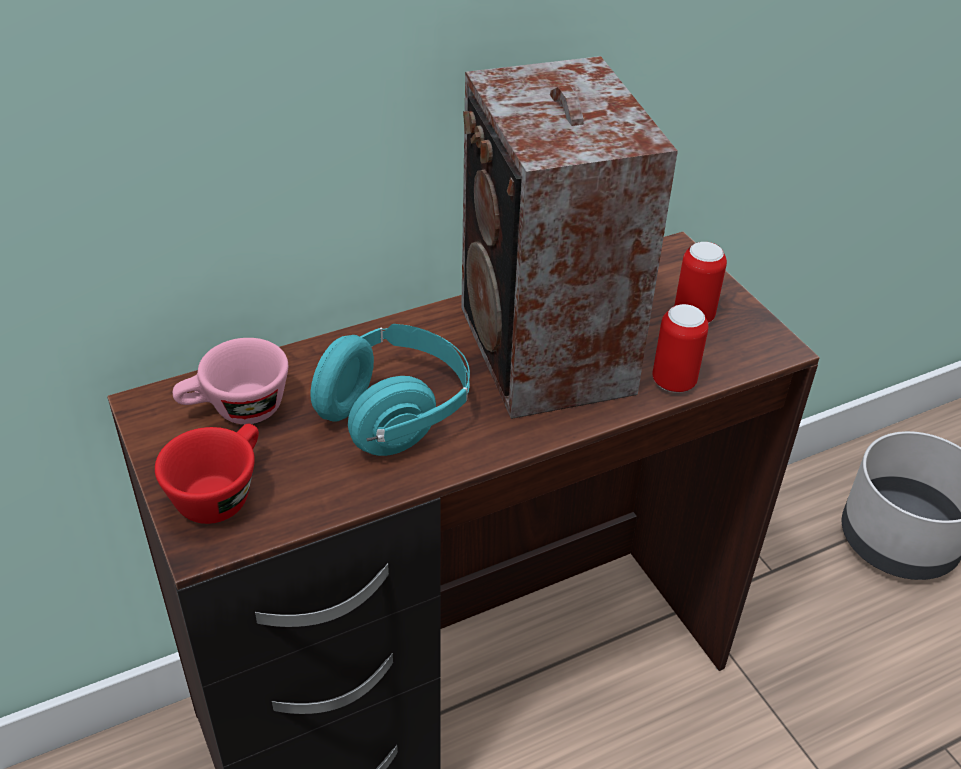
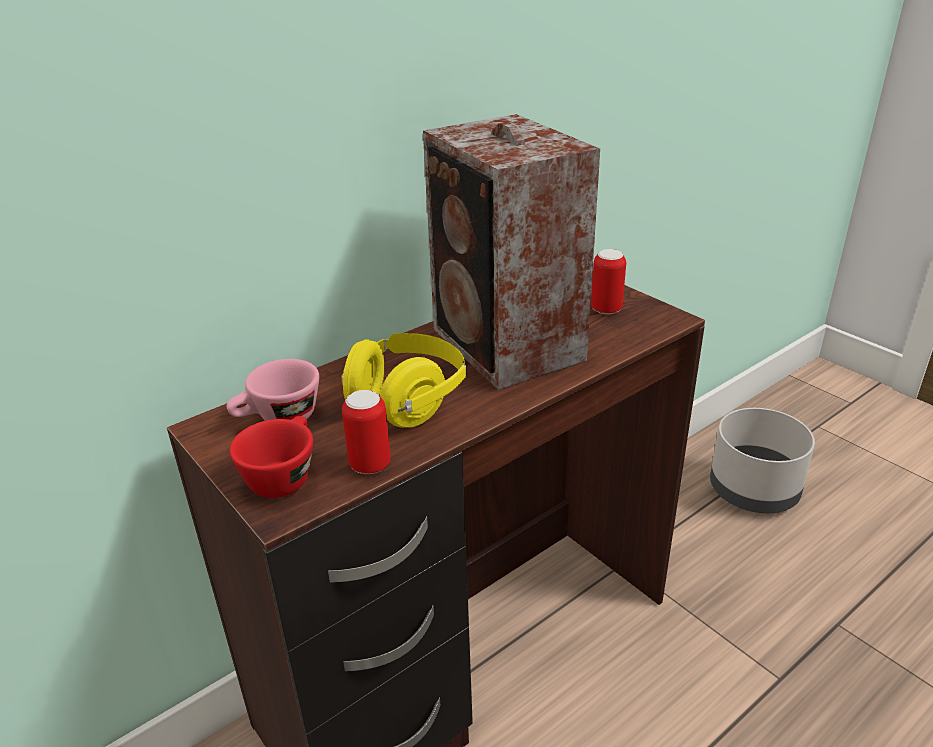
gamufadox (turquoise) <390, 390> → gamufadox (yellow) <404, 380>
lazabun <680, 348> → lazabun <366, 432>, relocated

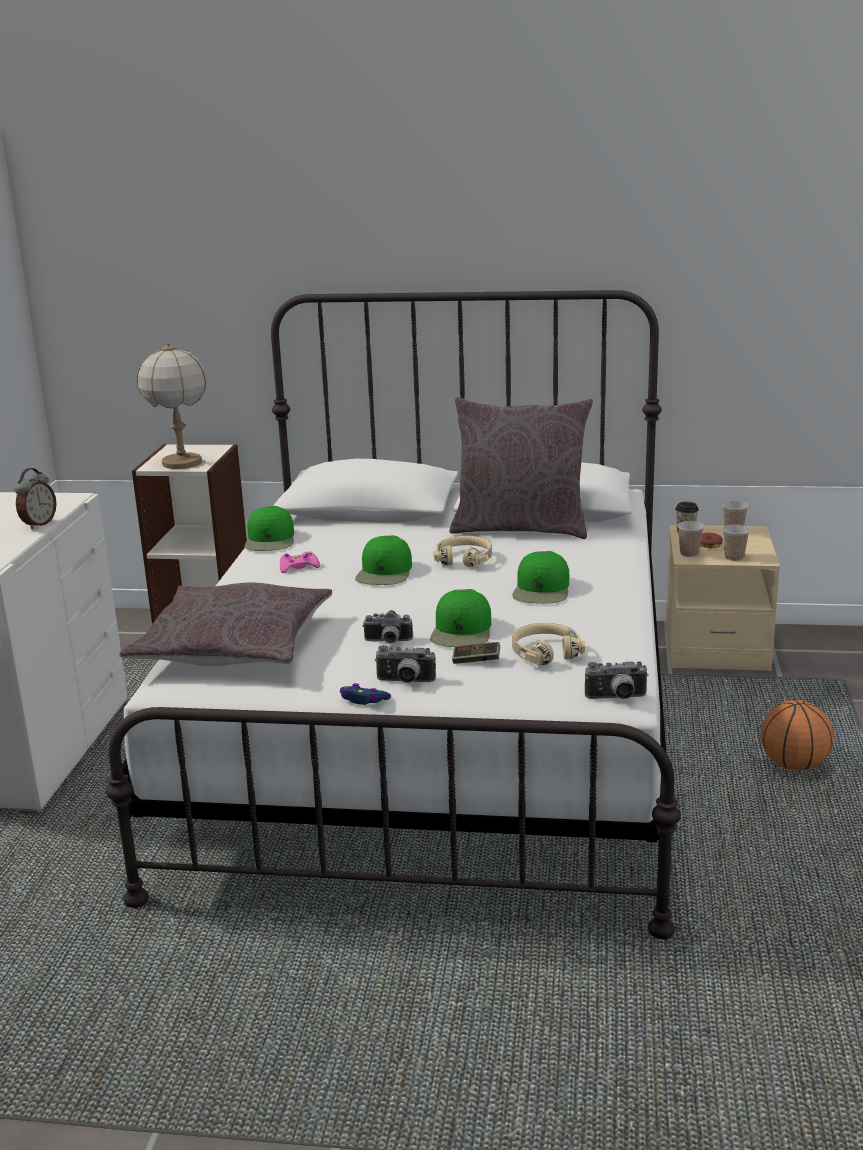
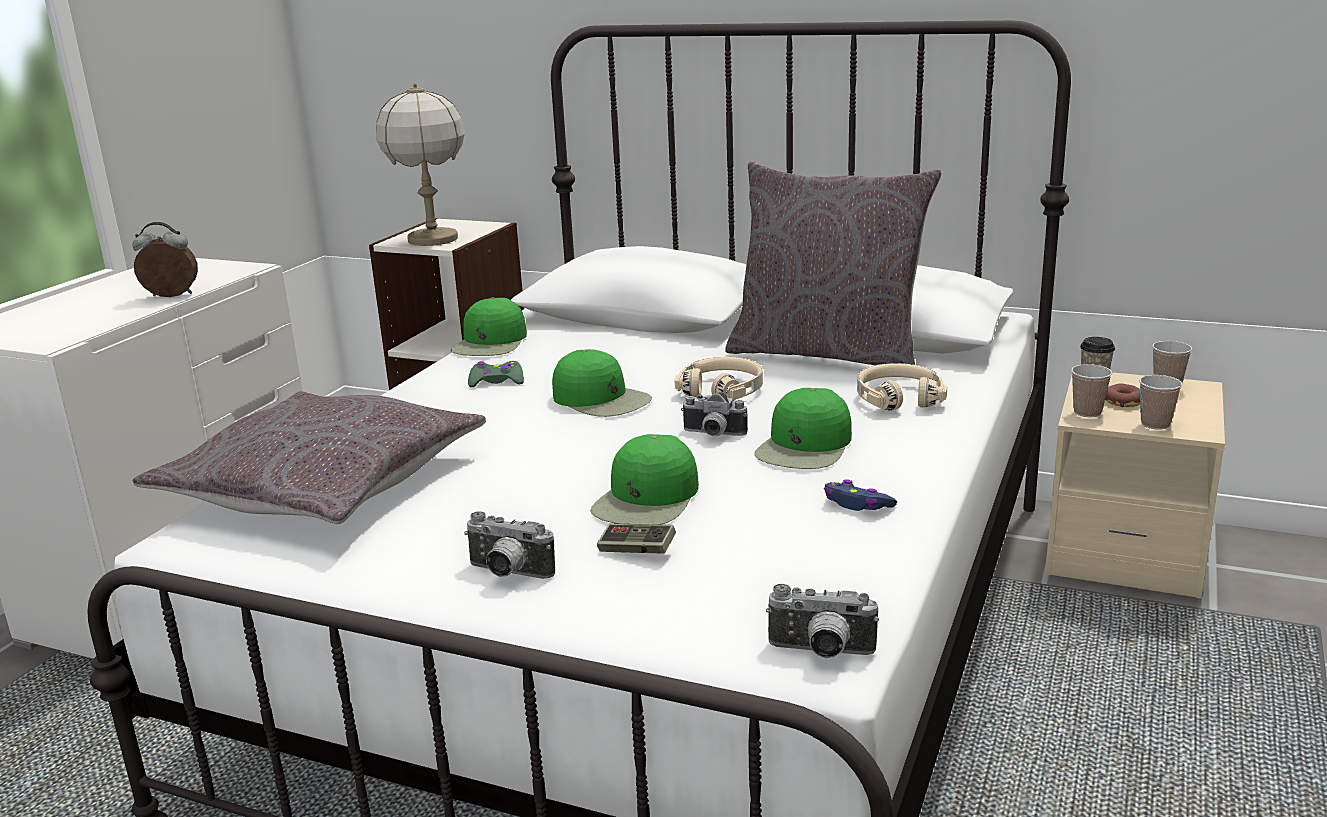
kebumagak <35, 498> → kebumagak <165, 259>, 135 degrees counterclockwise
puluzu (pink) <300, 562> → puluzu (green) <496, 374>
puluzu (blue) <365, 694> → puluzu (blue) <860, 495>, relocated
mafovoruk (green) <383, 560> → mafovoruk (green) <602, 383>, 75 degrees counterclockwise
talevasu <387, 626> → talevasu <714, 414>, relocated
gamufadox (beige) <548, 644> → gamufadox (beige) <902, 386>, relocated
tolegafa <797, 735> → -

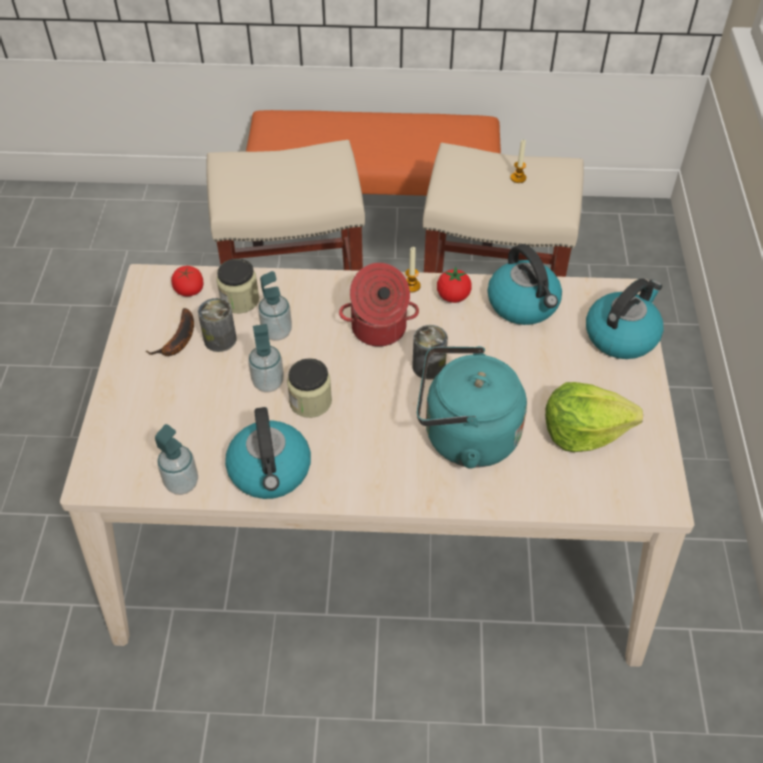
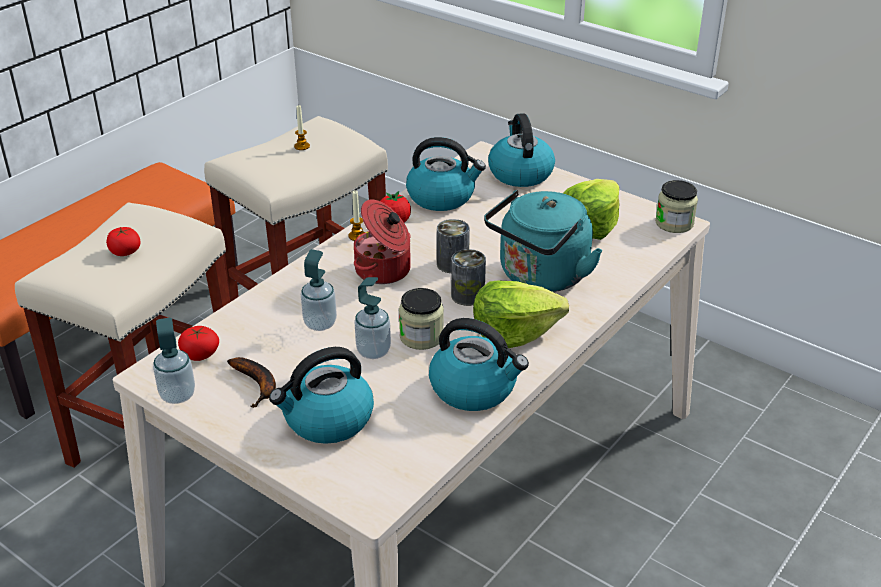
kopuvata <176, 459> → kopuvata <174, 361>, relocated
lazabun <217, 325> → lazabun <468, 277>, relocated
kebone <237, 285> → kebone <676, 206>, relocated
- → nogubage <123, 241>
- → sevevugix <321, 395>
- → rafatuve <521, 314>

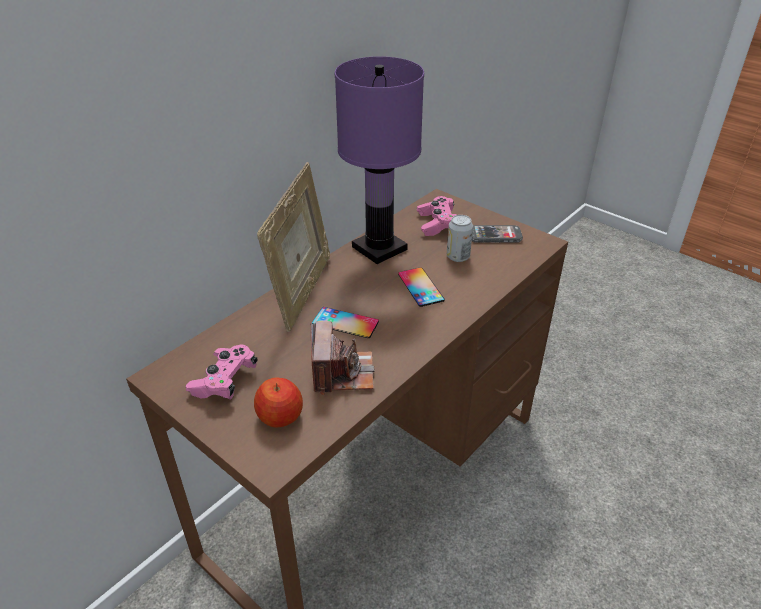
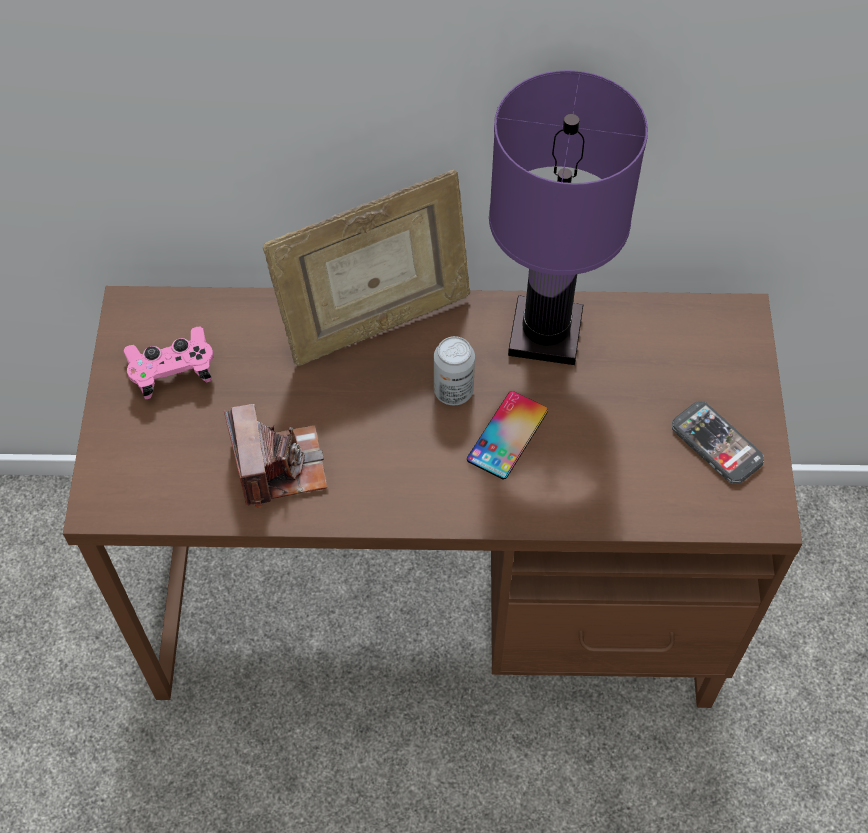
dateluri <278, 402> → -
talevasu <342, 358> → talevasu <275, 456>, 60 degrees counterclockwise
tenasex <345, 322> → -
puluzu (pink) <437, 216> → -
lazabun <460, 238> → lazabun <454, 370>, relocated

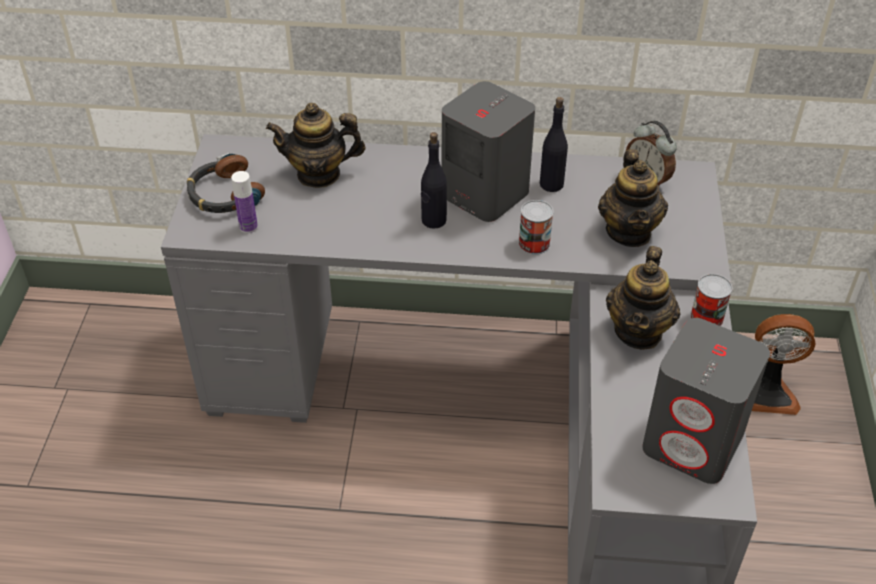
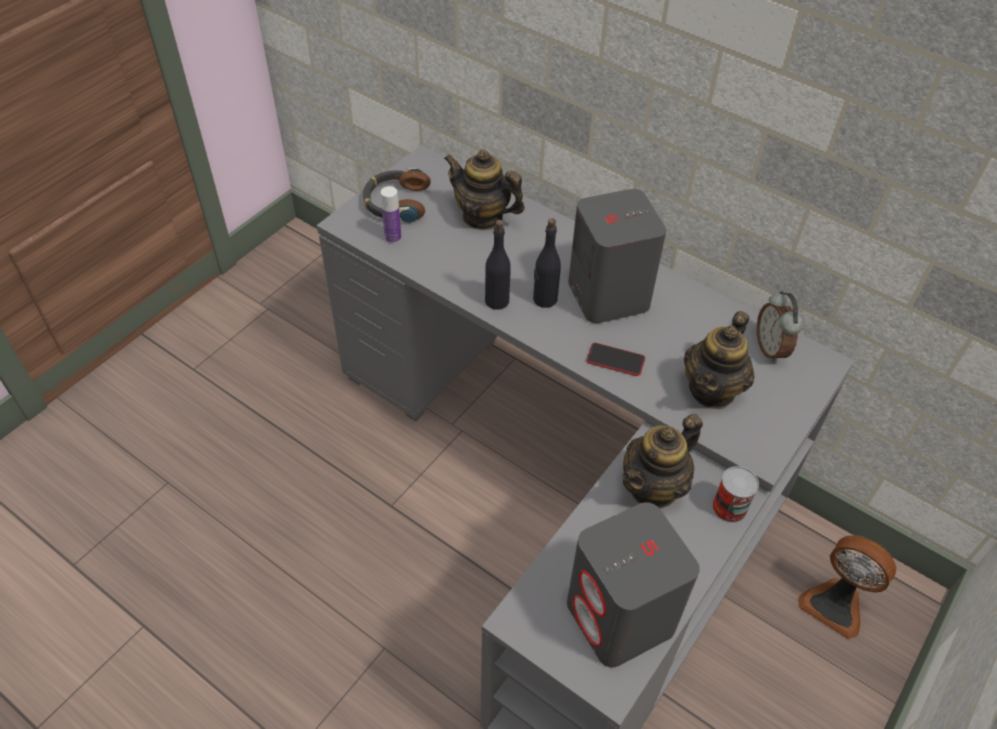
lazabun <536, 227> → tenasex <615, 359>
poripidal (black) <554, 144> → poripidal (black) <498, 265>, relocated

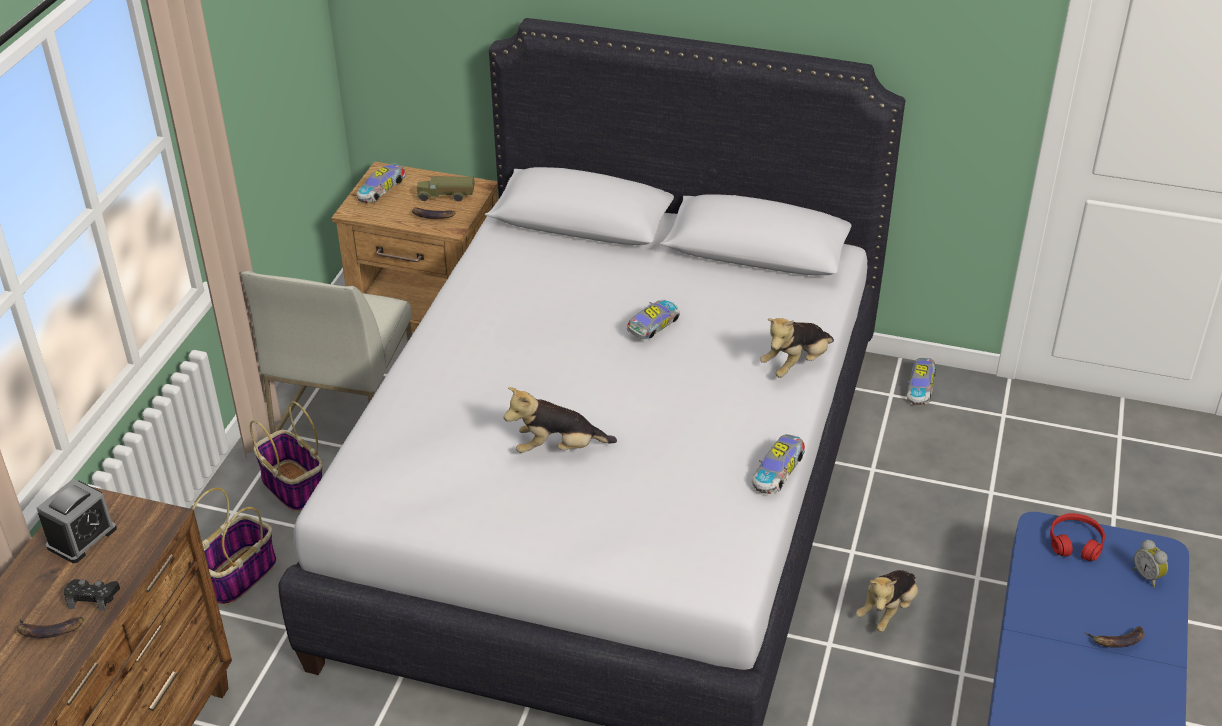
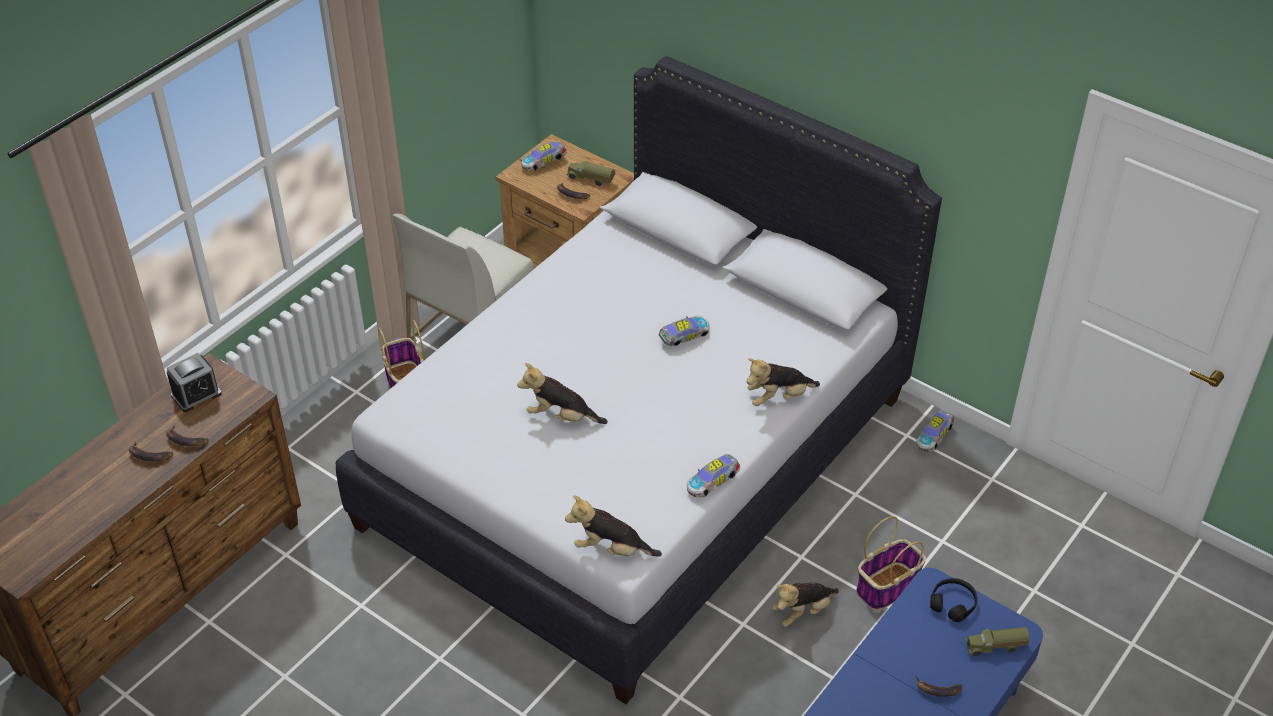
puluzu (black) <92, 595> → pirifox <187, 435>
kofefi <234, 547> → kofefi <891, 563>, relocated
gamufadox (red) <1077, 537> → gamufadox (black) <953, 600>
kebumagak <1151, 563> → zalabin <997, 641>
- → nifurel <613, 526>

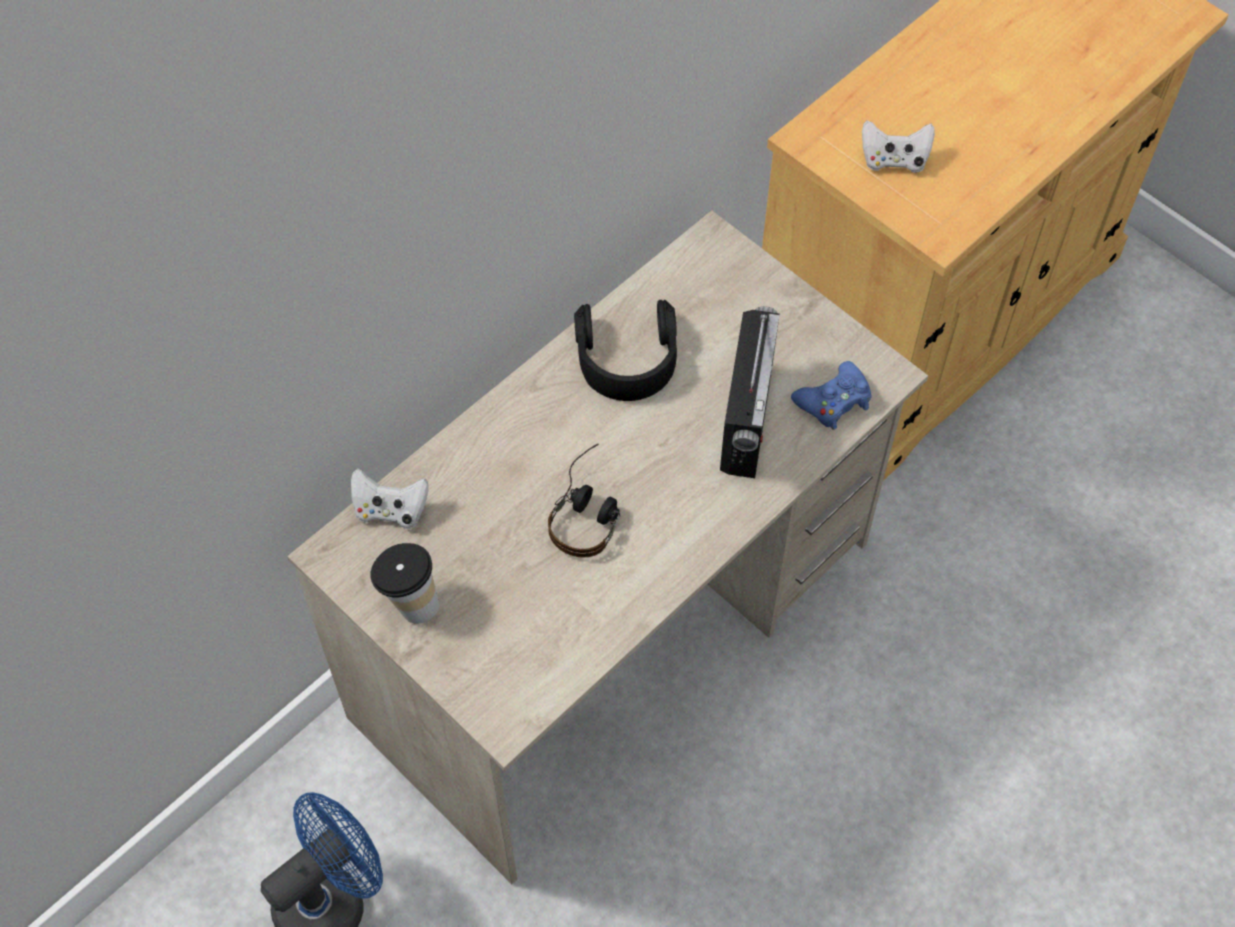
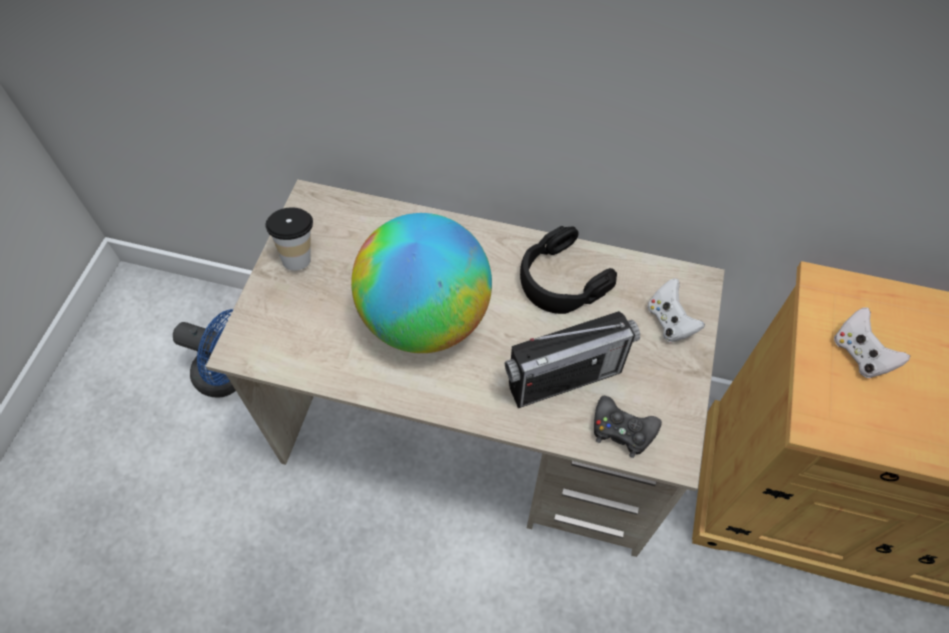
puluzu (white) <389, 498> → puluzu (white) <676, 310>, relocated
gamufadox <584, 500> → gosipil <421, 283>
puluzu (blue) <831, 395> → puluzu (black) <628, 427>

